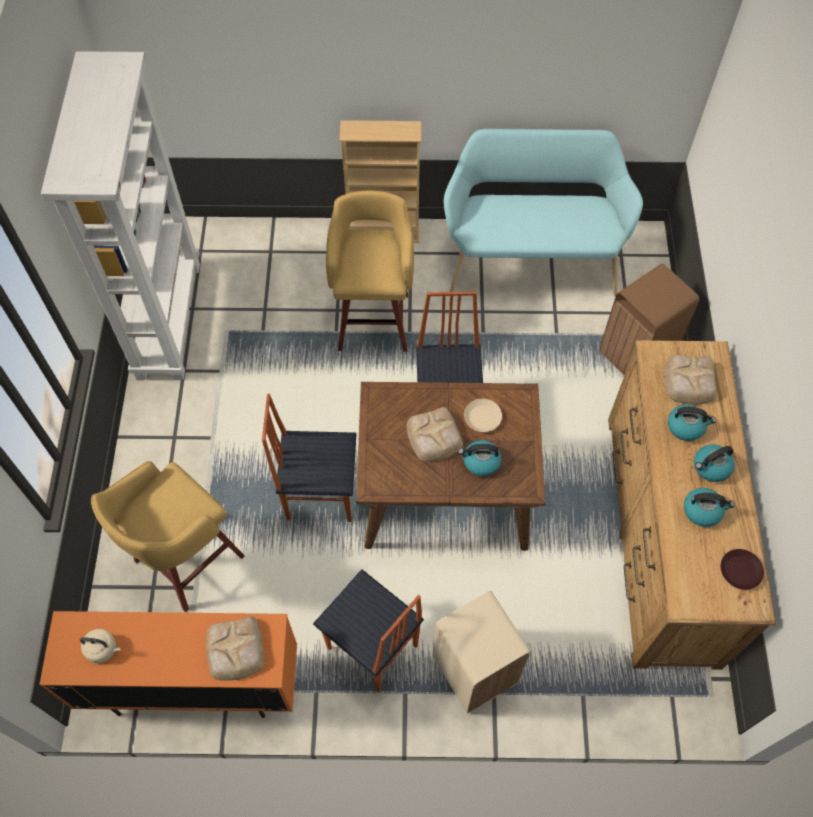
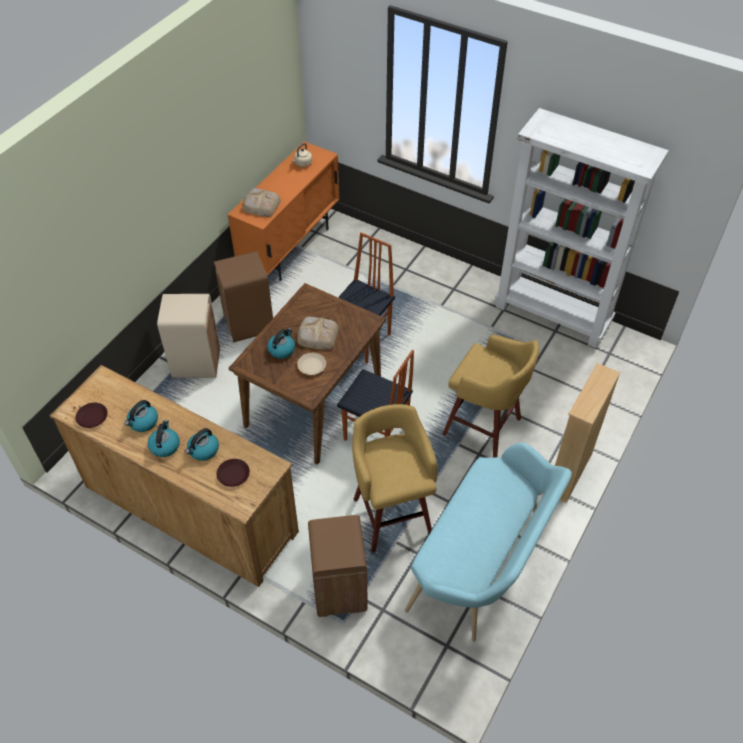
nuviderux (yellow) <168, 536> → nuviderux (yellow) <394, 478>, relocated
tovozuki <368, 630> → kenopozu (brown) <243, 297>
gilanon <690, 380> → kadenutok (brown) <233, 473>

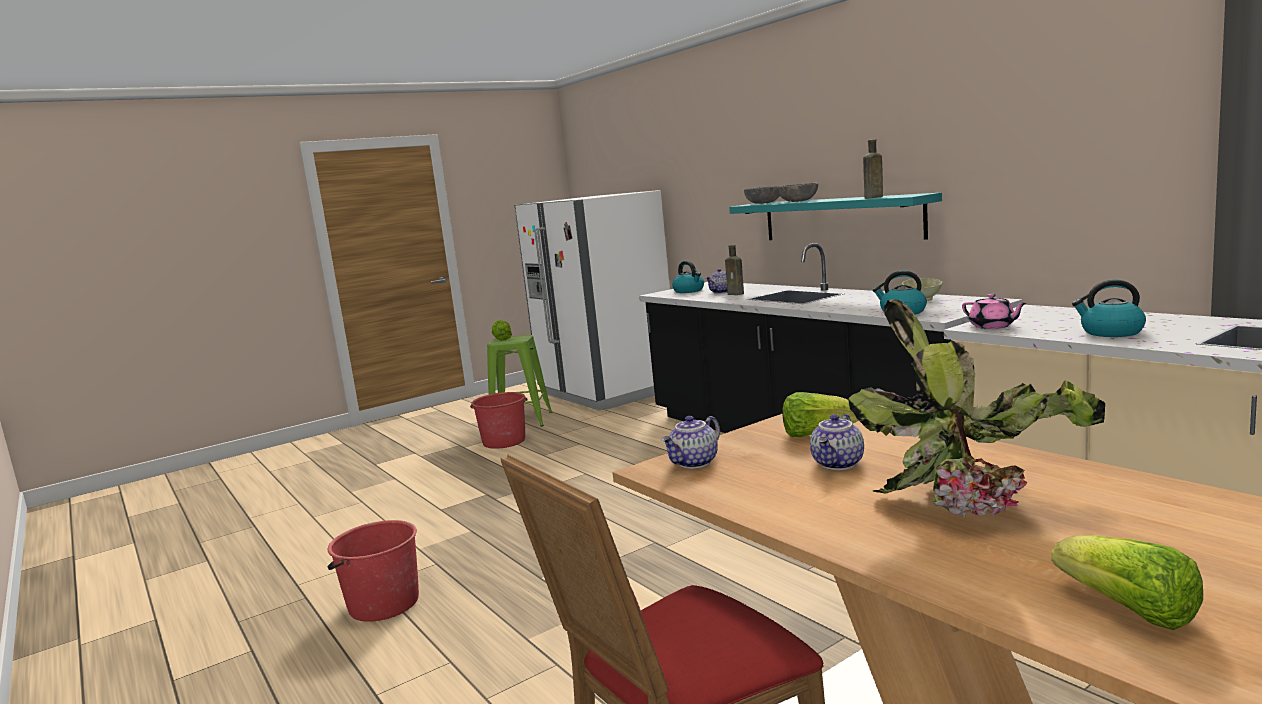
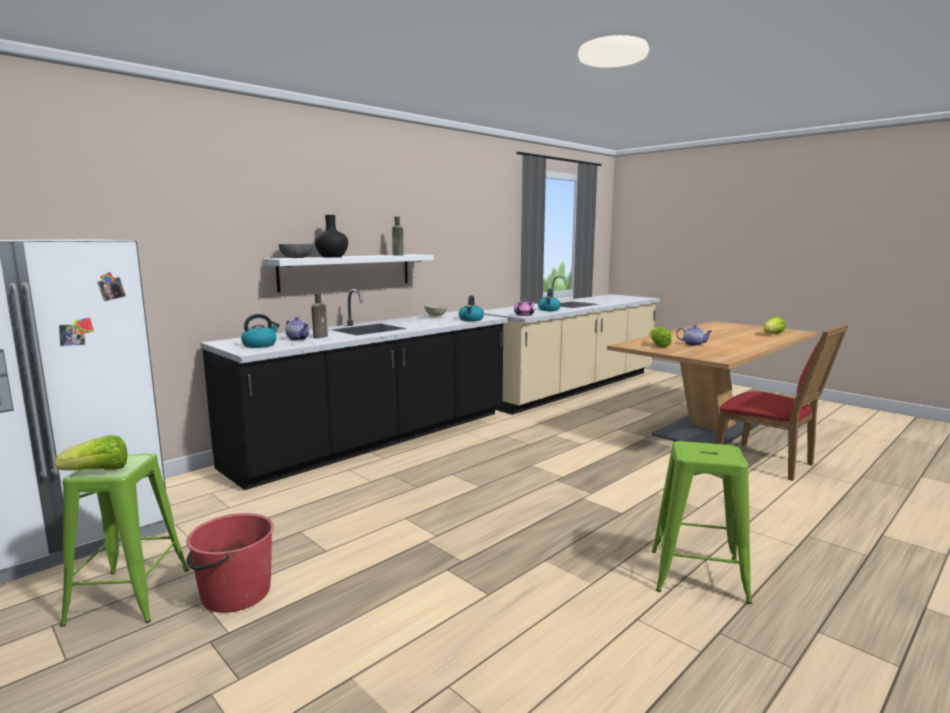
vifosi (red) <373, 571> → nuviderux (green) <702, 522>
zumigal <690, 442> → -
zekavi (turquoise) <835, 216> → zekavi (white) <348, 273>
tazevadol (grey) <797, 192> → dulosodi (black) <331, 236>
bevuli <976, 408> → -

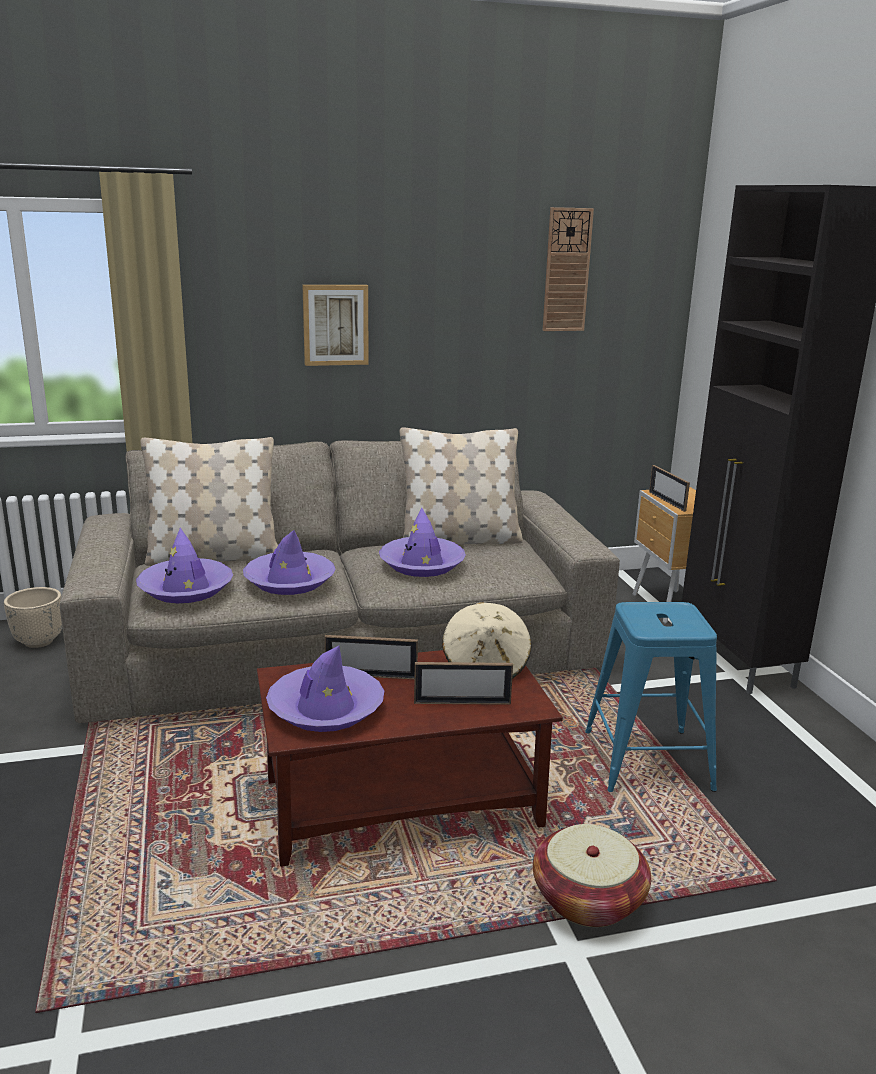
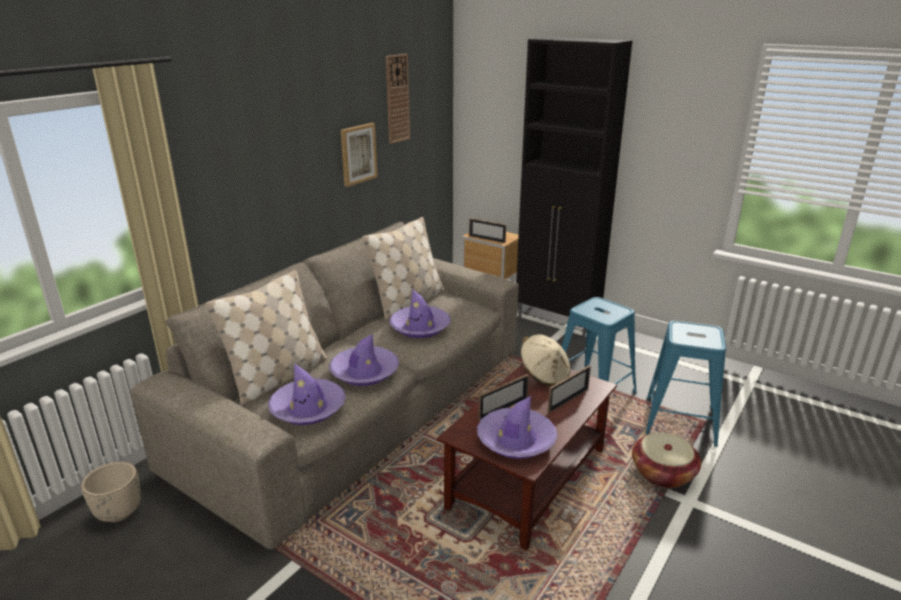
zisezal <335, 325> → zisezal <359, 155>, relocated
- → nuviderux (blue) <685, 384>

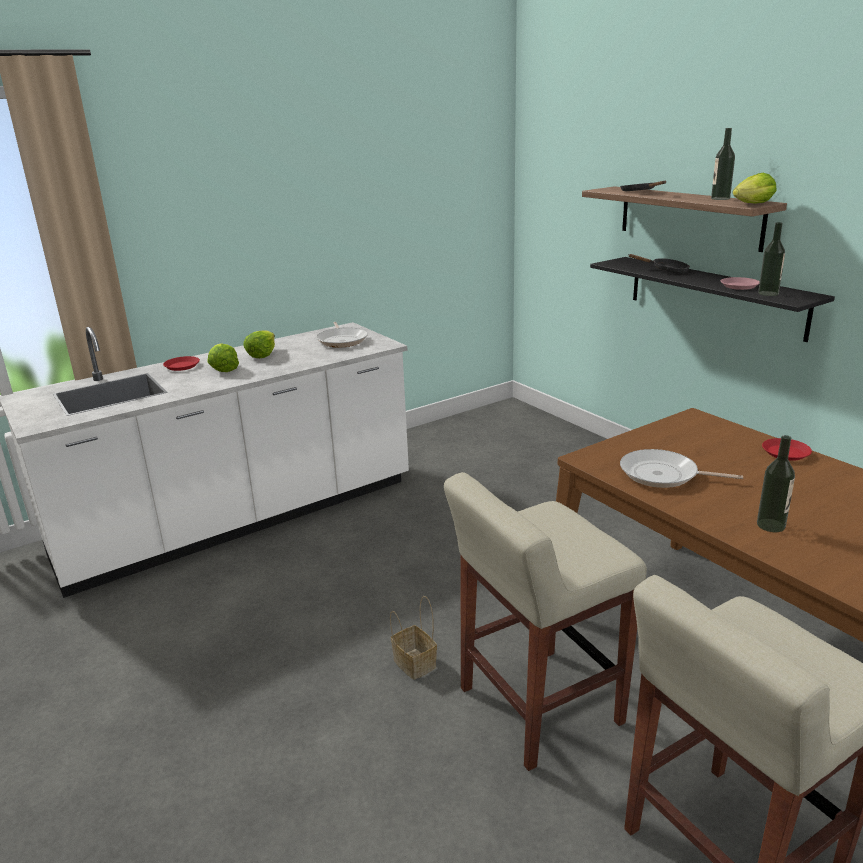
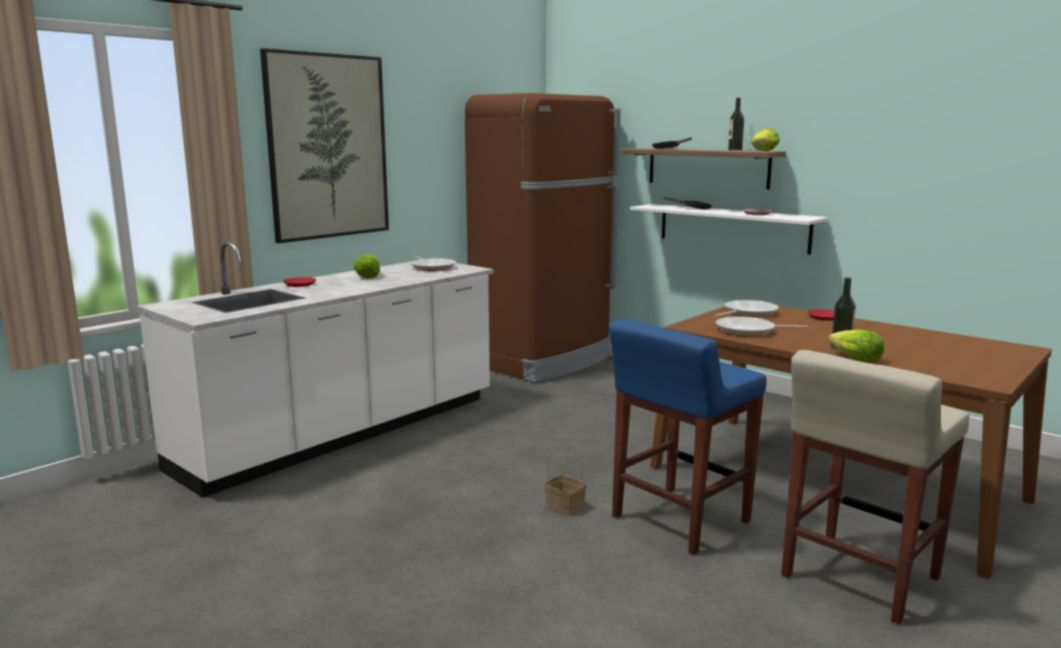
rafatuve <223, 358> → rafatuve <856, 346>, relocated
nuviderux (beige) <545, 621> → nuviderux (blue) <688, 437>
zekavi (black) <712, 299> → zekavi (white) <729, 229>
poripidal <771, 259> → -
- → zisezal <324, 145>
- → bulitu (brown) <543, 238>
- → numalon <746, 308>

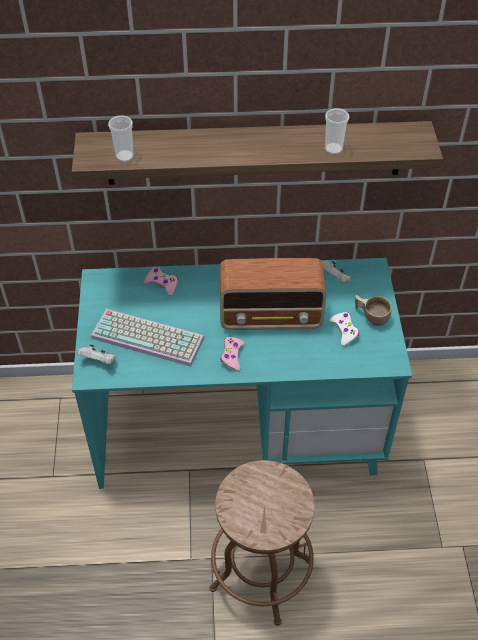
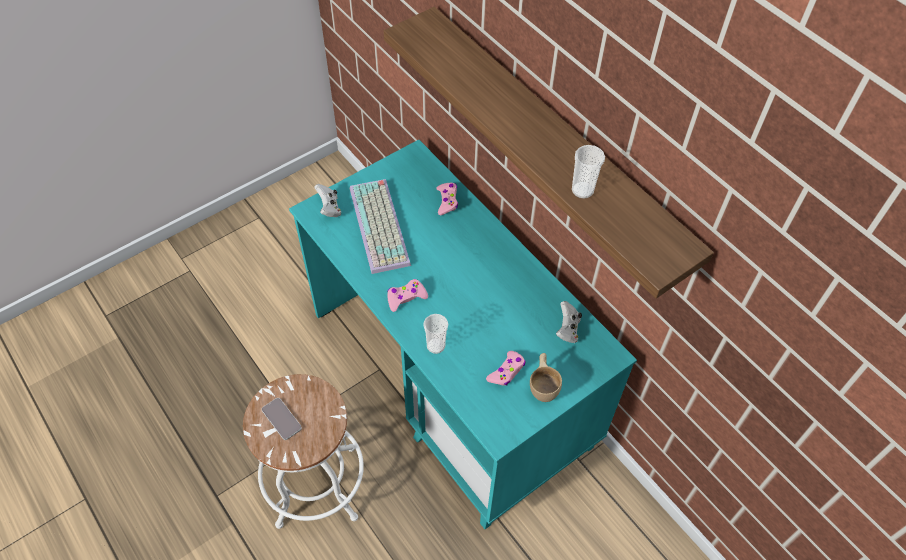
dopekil <121, 138> → dopekil <435, 334>, relocated
nuviderux (brown) <262, 543> → nuviderux (white) <303, 451>
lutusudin <273, 294> → -
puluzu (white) <344, 329> → puluzu (pink) <506, 368>
- → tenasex <282, 419>

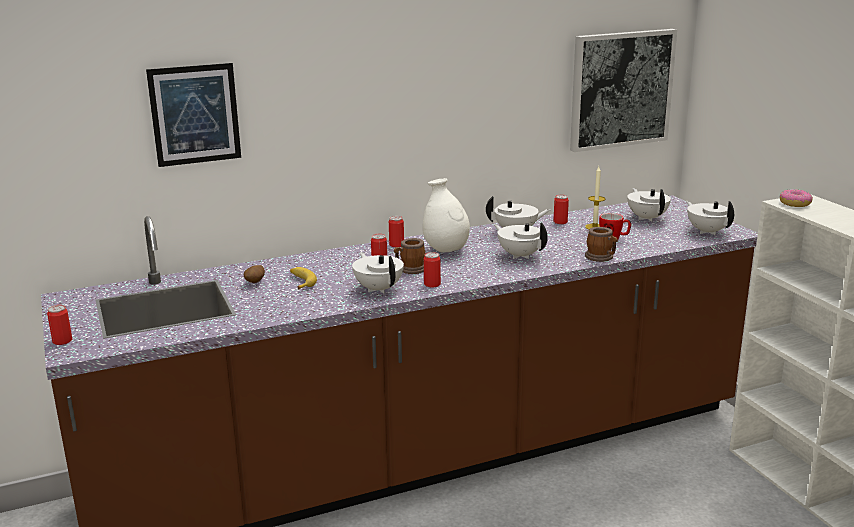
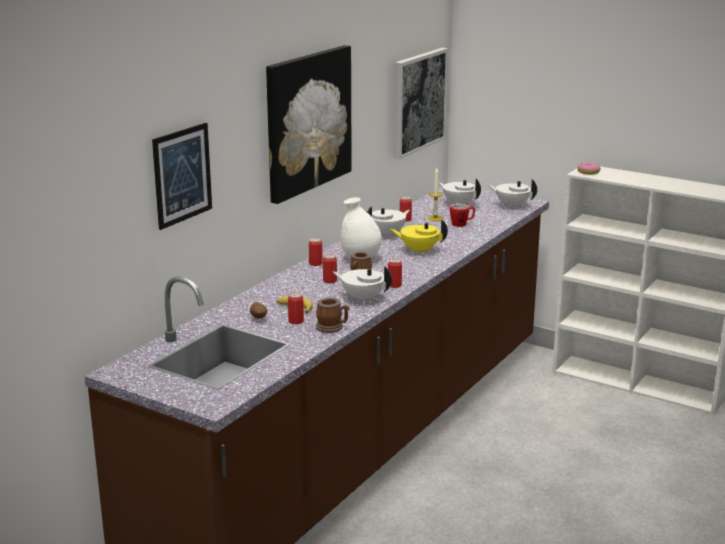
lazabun <59, 325> → lazabun <296, 308>, relocated
zumigal (white) <521, 240> → zumigal (yellow) <419, 236>
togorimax <601, 244> → togorimax <332, 315>, relocated
- → zisezal <309, 124>

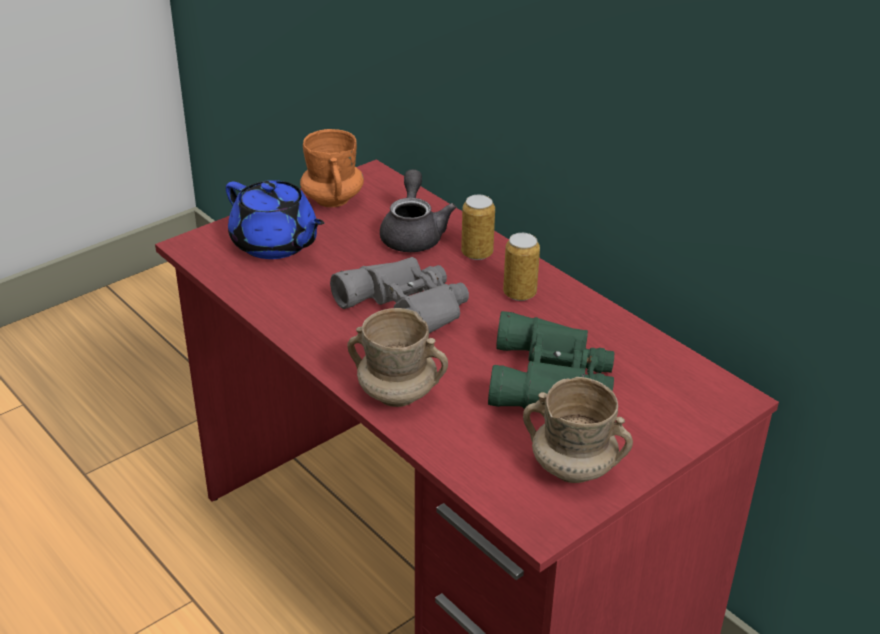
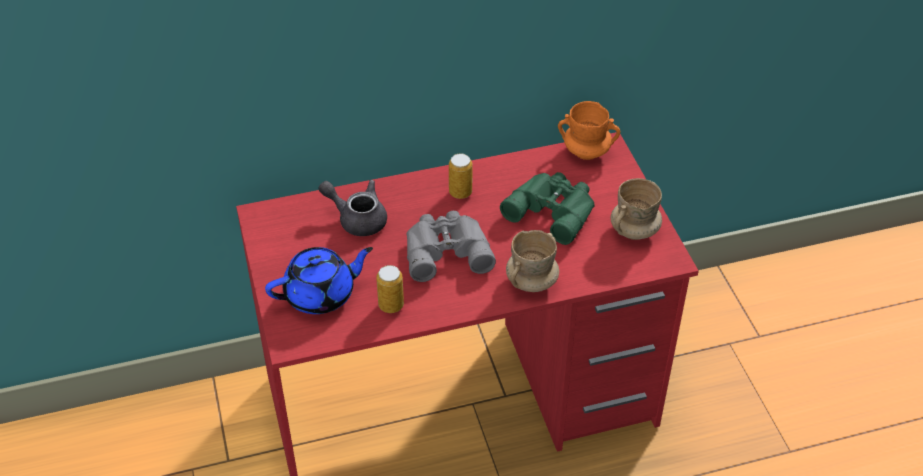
togorimax (orange) <332, 168> → togorimax (orange) <589, 130>, relocated
lazabun <478, 227> → lazabun <390, 289>, relocated

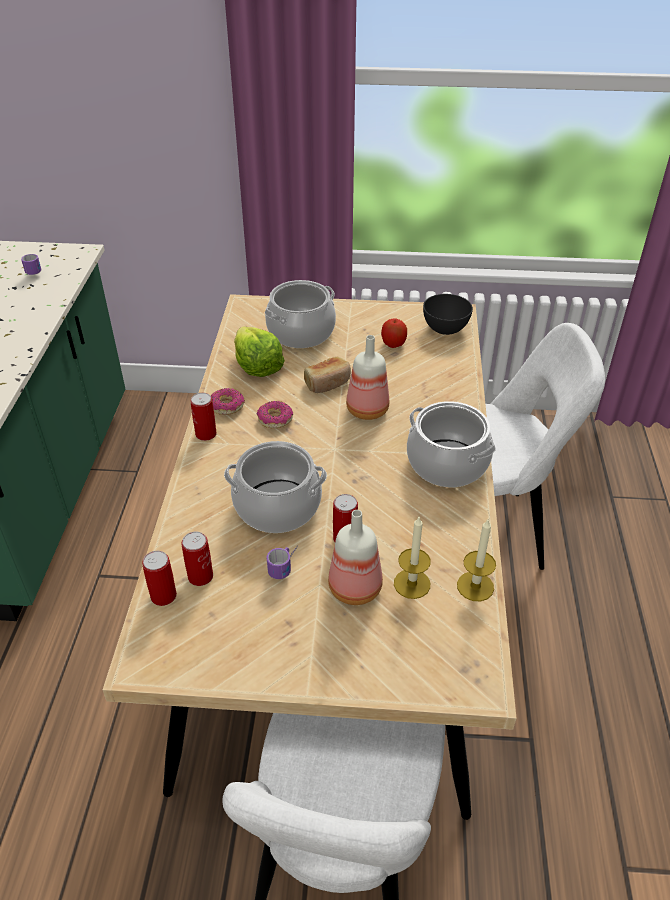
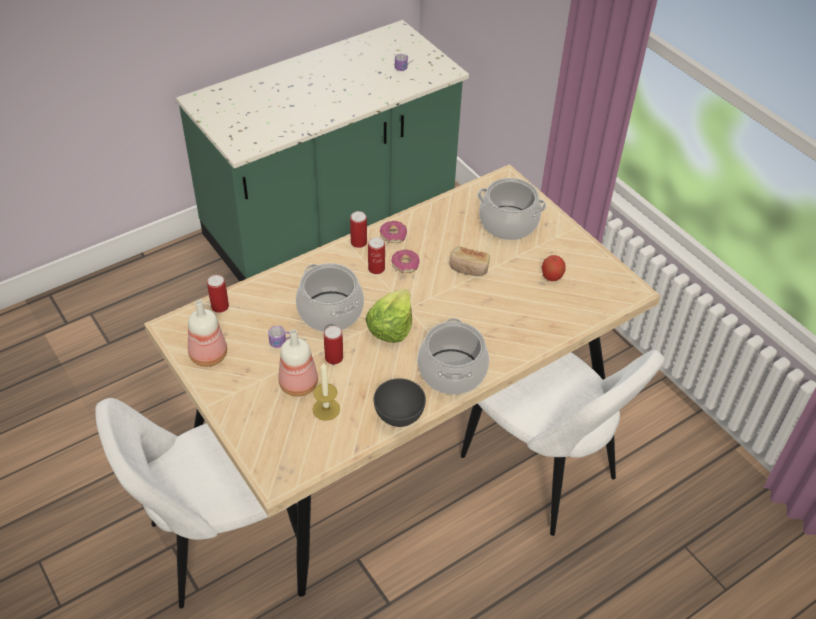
lazabun <197, 559> → lazabun <376, 255>, relocated
rafatuve <259, 351> → rafatuve <388, 316>, relocated
poripidal <367, 377> → poripidal <207, 333>, relocated
tazevadol (grey) <448, 314> → tazevadol (grey) <400, 402>, relocated
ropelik <476, 560> → -

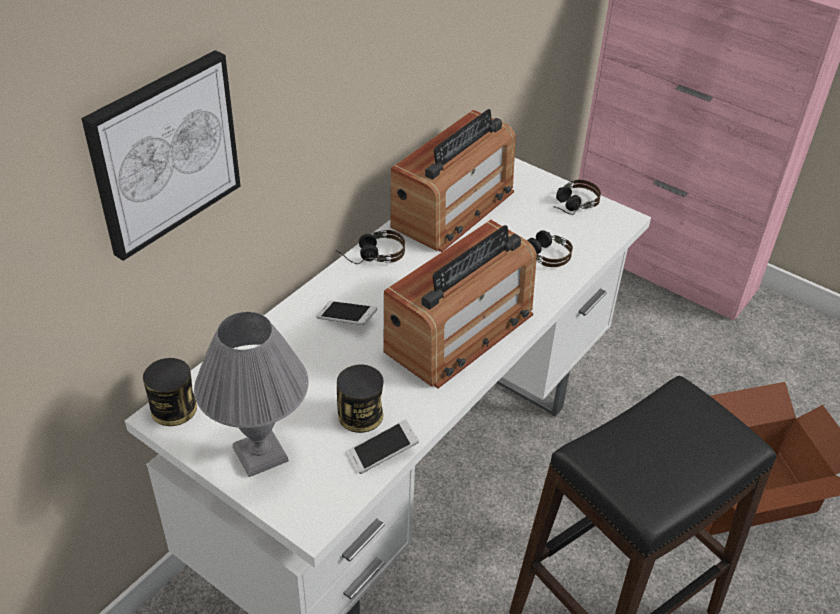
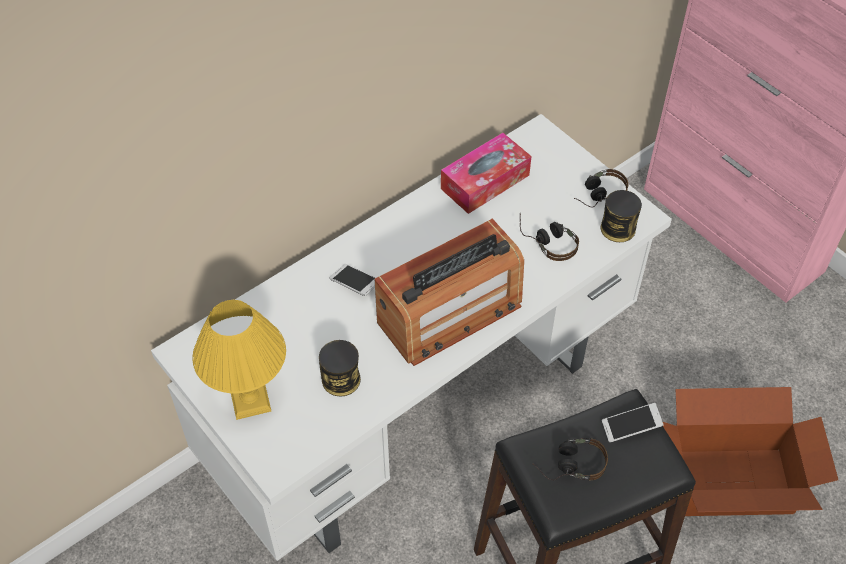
zisezal <161, 155> → -
lazabun <170, 392> → lazabun <621, 216>, relocated
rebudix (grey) <251, 394> → rebudix (yellow) <239, 360>
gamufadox <370, 247> → gamufadox <570, 459>, relocated
tenasex <383, 446> → tenasex <633, 423>, relocated
lutusudin <453, 180> → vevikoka <486, 173>

